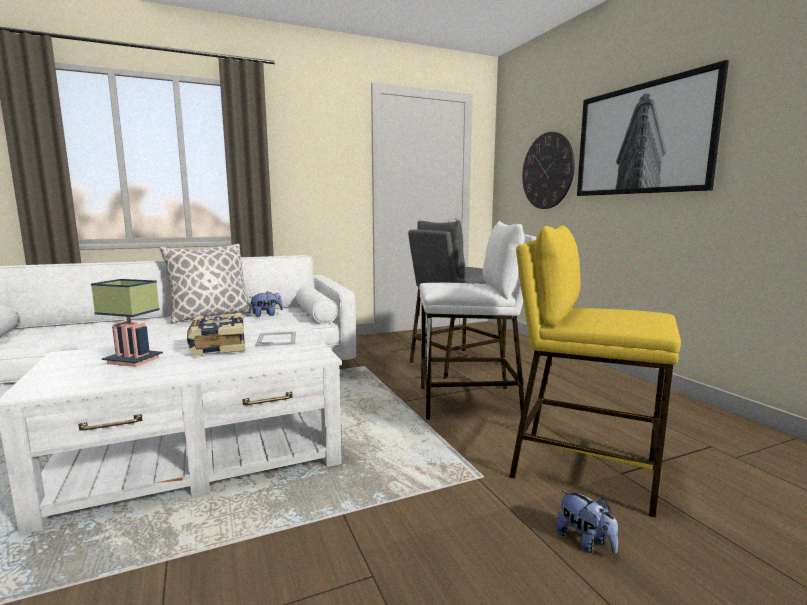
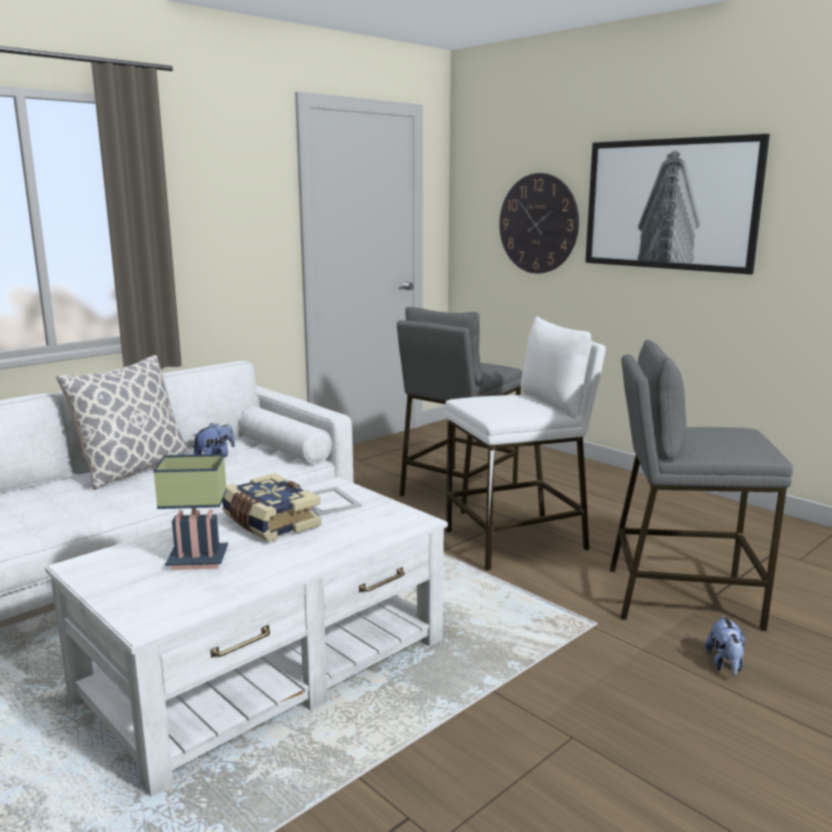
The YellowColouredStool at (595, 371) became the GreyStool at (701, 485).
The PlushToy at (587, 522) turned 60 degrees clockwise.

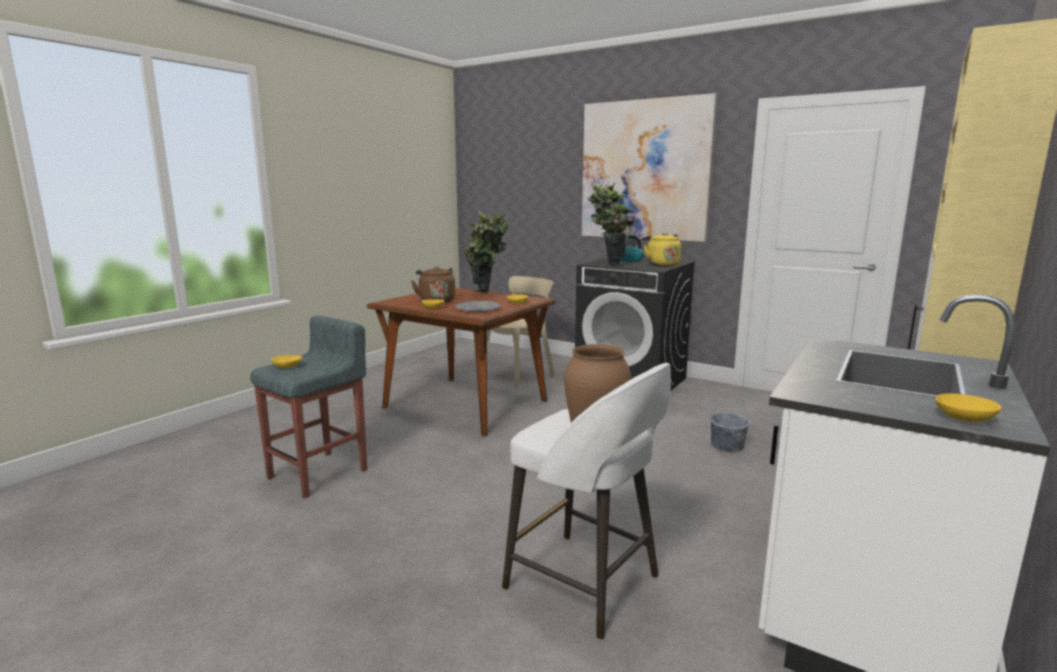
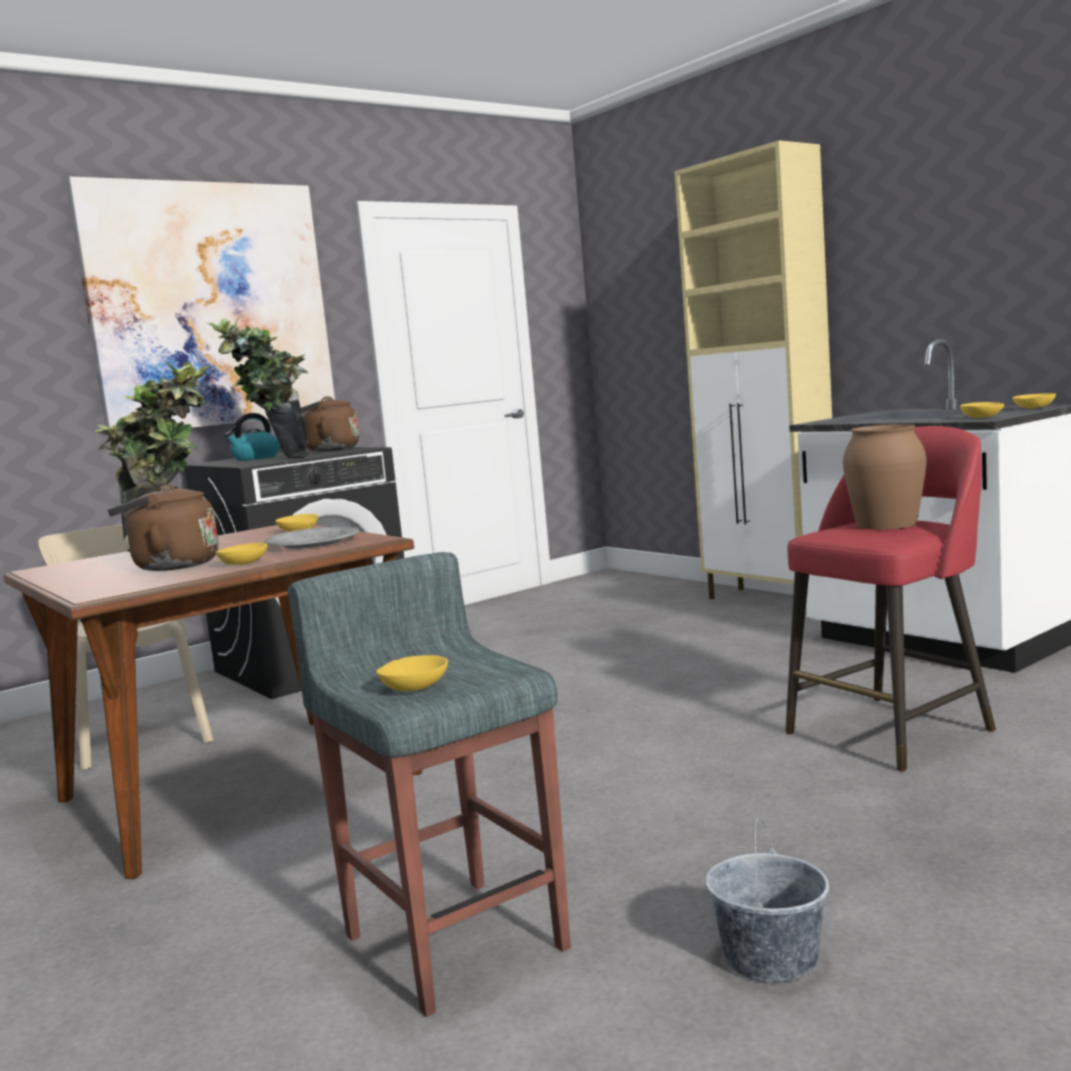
The YellowColouredTeaKettle at (661, 249) became the BrownColouredTeaKettle at (330, 424).
The WhitishStool at (586, 501) became the ReddishStool at (890, 599).
The GreyBucket moved from (729, 425) to (767, 900).
The YellowColouredServingBowl at (982, 410) appeared.

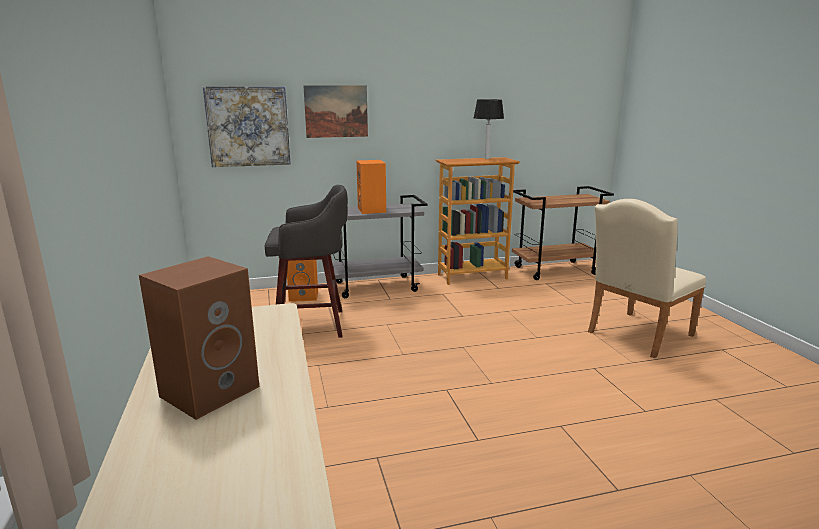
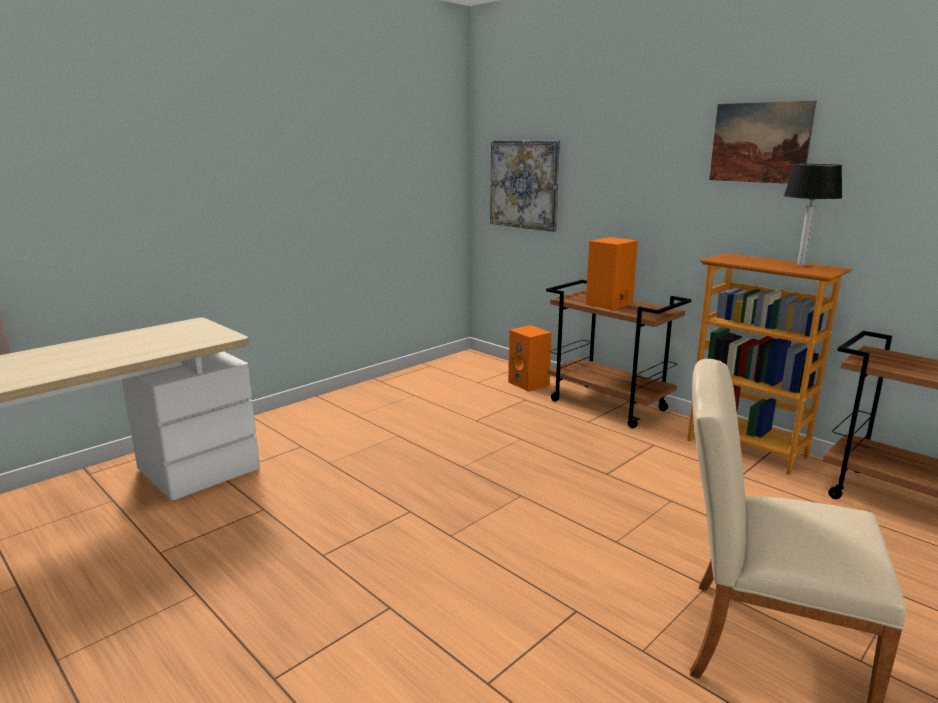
The WallPicture moved from (335, 111) to (762, 142).
The GreyStool at (306, 261) disappeared.
The GreyCart at (379, 246) became the BrownColouredCart at (618, 354).
The BrownColouredAudioSpeaker at (199, 338) disappeared.

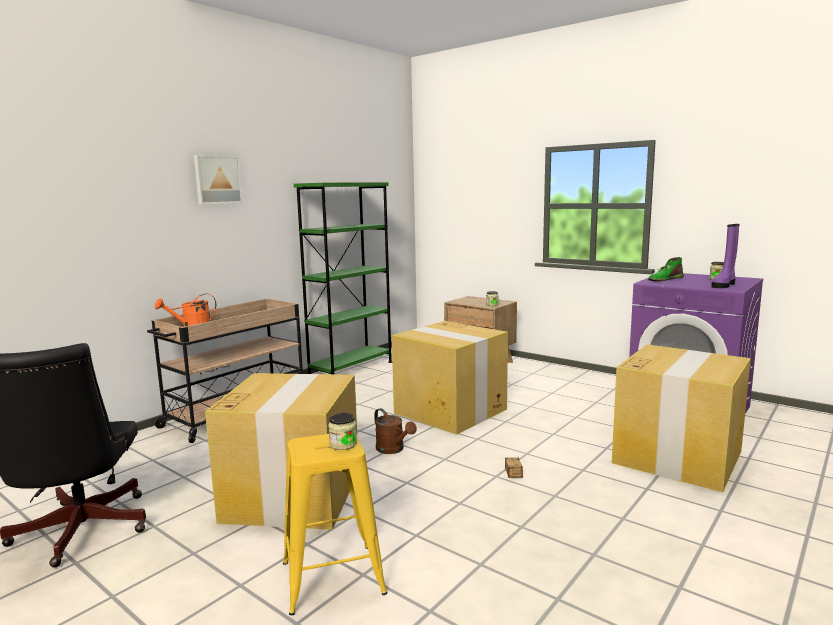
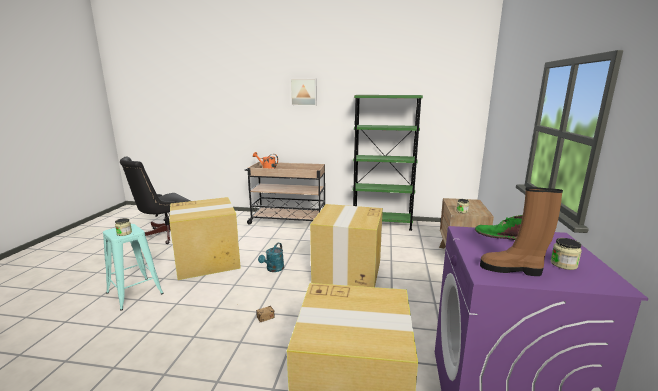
The PurpleBoot at (725, 256) became the BrownColouredBoot at (521, 231).
The BrownColouredWateringCan at (395, 431) became the BlueGreenWateringCan at (271, 257).
The YellowColouredStool at (335, 524) became the BlueGreenStool at (133, 267).

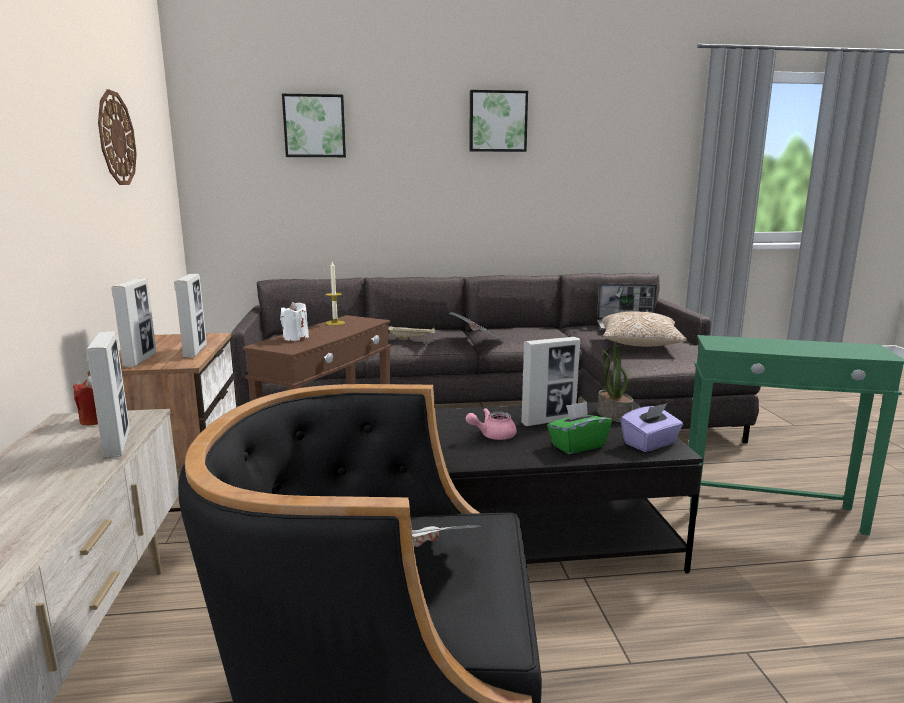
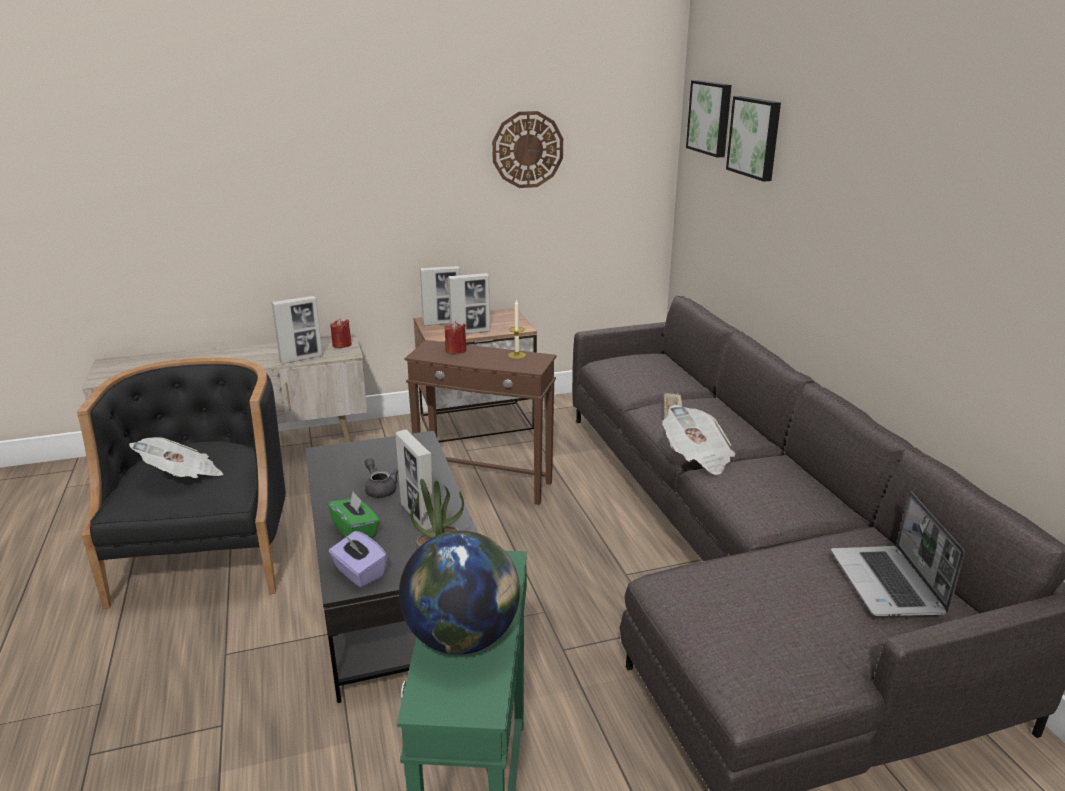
The WallPicture moved from (498, 121) to (708, 118).
The WhitishCandle at (294, 321) became the ReddishCandle at (455, 337).
The ThrowPillow at (644, 329) disappeared.
The PinkPotForTea at (491, 424) became the GreyPotForTea at (381, 478).
The DeskGlobe at (459, 592) appeared.

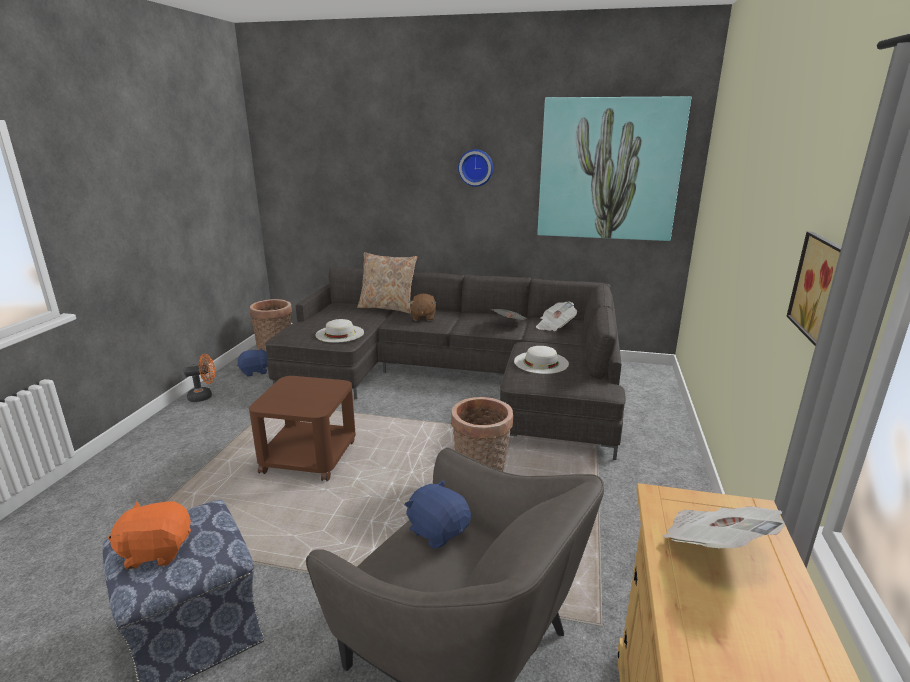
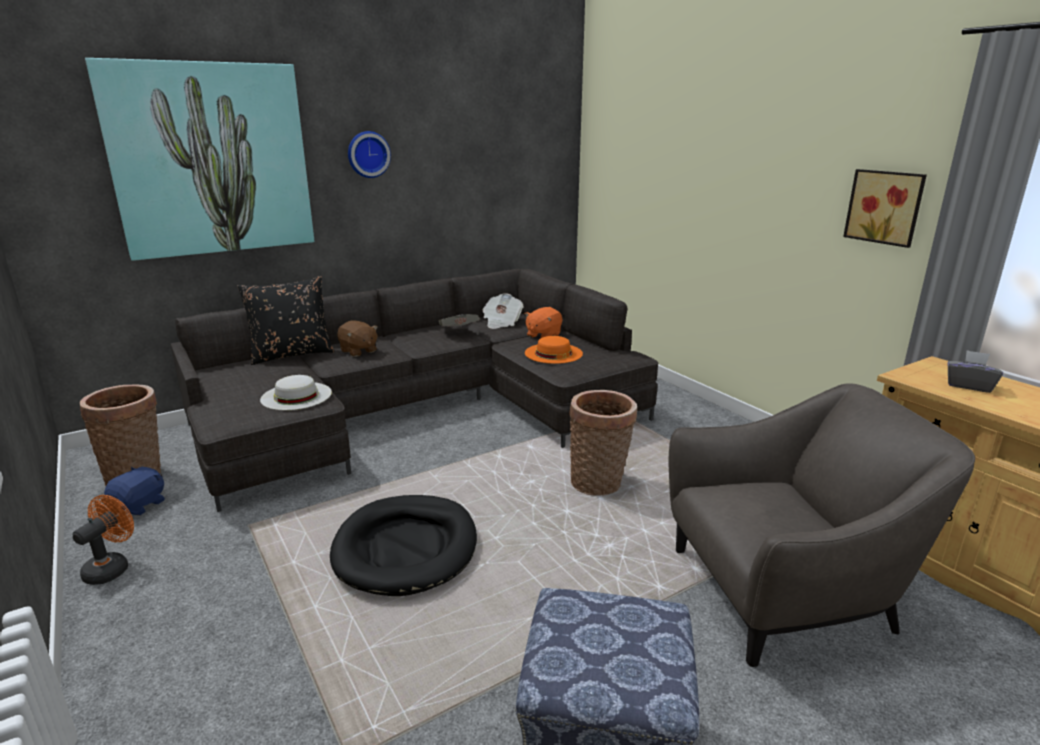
The WallPicture moved from (614, 168) to (199, 159).
The SandColouredThrowPillow at (387, 283) became the BlackColouredThrowPillow at (286, 320).
The WhitishHat at (541, 360) became the OrangeColouredHat at (554, 350).
The BrownColouredAccentTable at (302, 429) was replaced by the BlackColouredPetBed at (403, 545).
The BluishPlushToy at (438, 514) disappeared.
The OrangeColouredPlushToy moved from (149, 535) to (543, 322).
The Newspaper at (724, 527) was replaced by the GreyTissueBox at (975, 371).

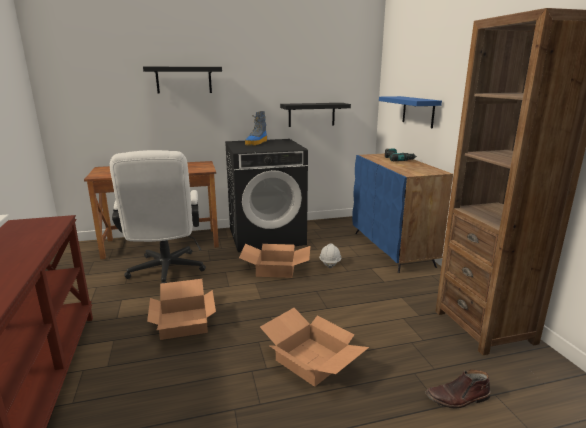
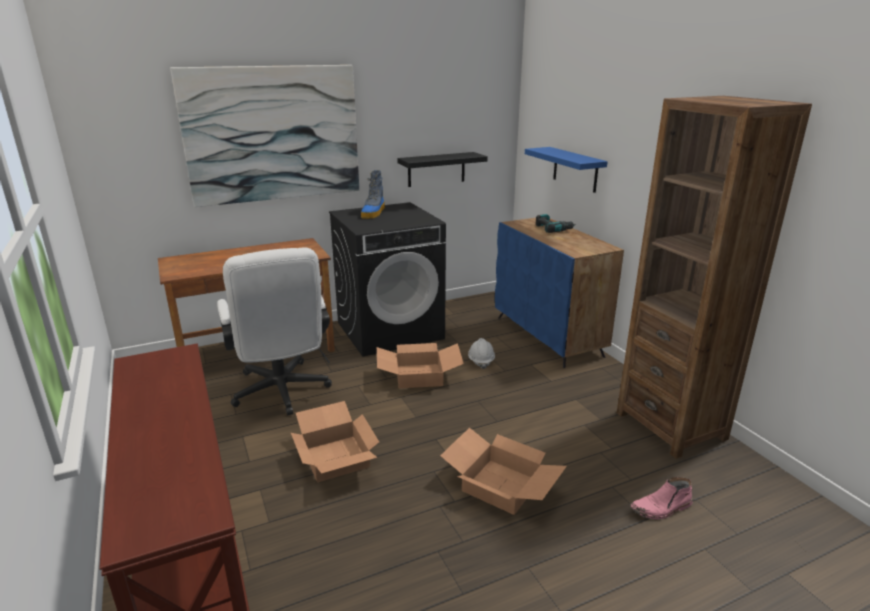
The BlackColouredBracketShelf at (182, 80) was replaced by the WallPicture at (264, 136).
The BrownColouredBoot at (458, 389) became the PinkBoot at (661, 498).

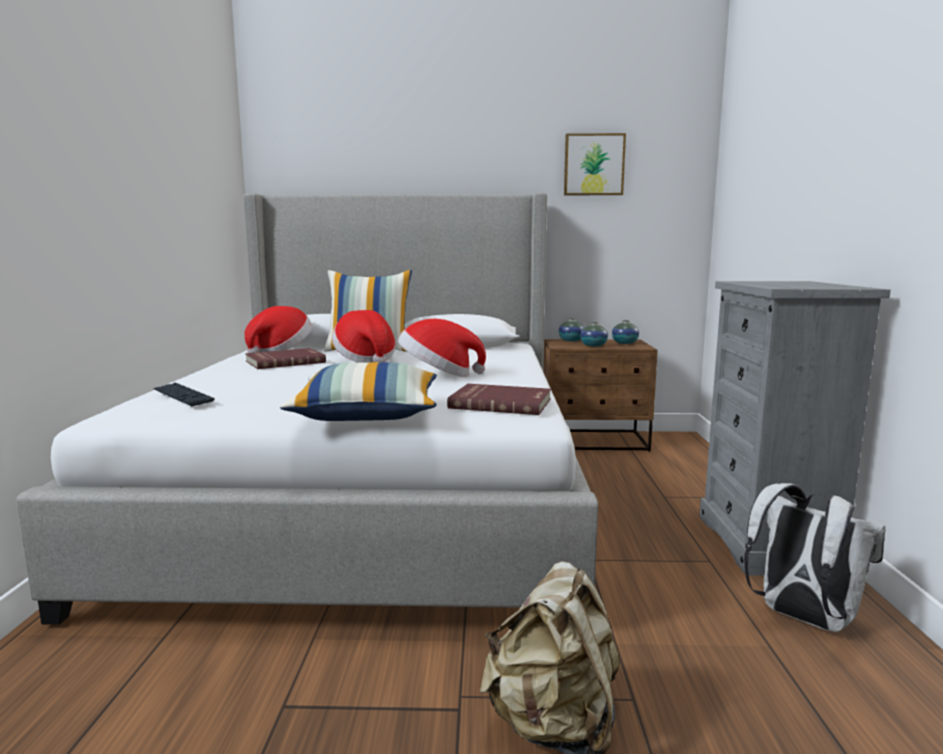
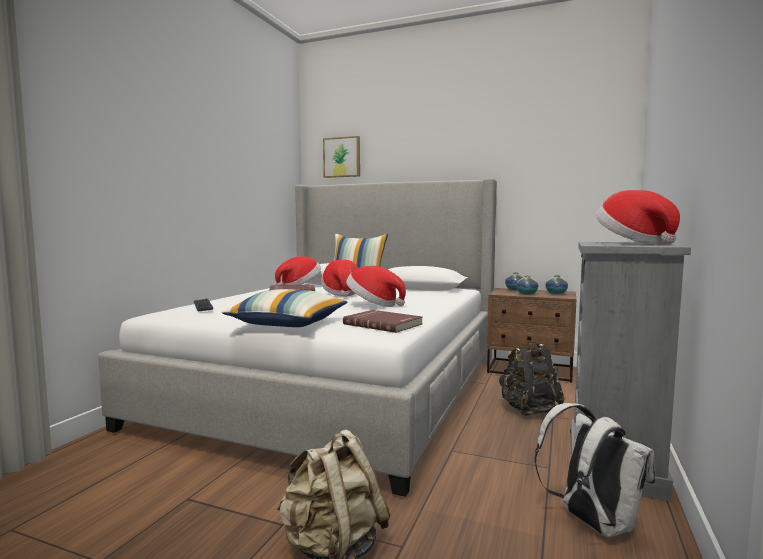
The WallPicture moved from (595, 164) to (341, 157).
The Hat at (638, 217) appeared.
The BlackColouredBackpack at (532, 378) appeared.

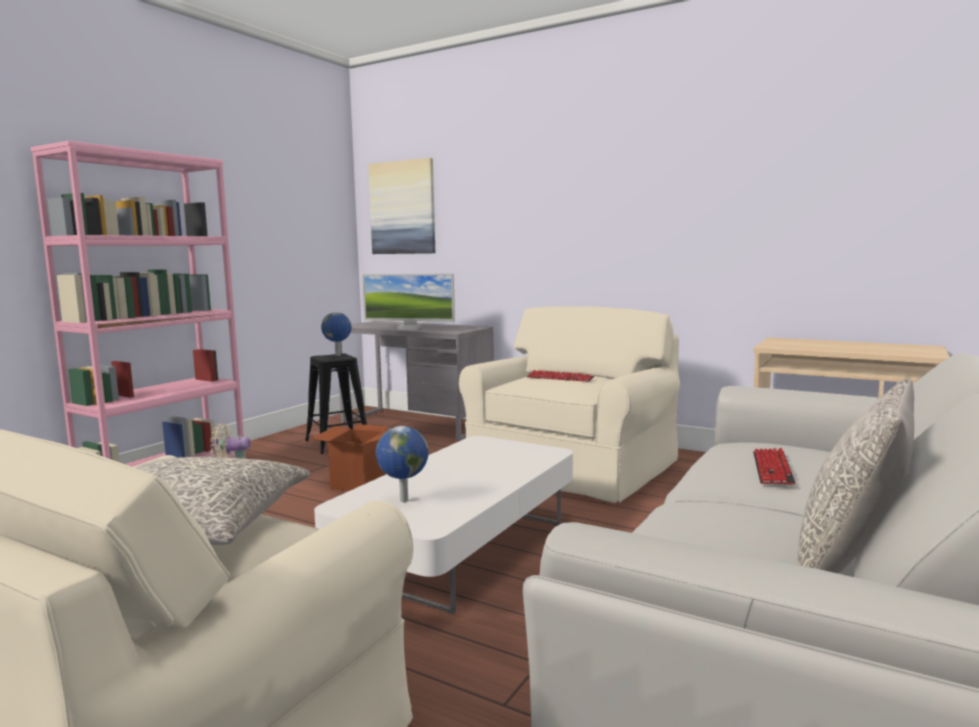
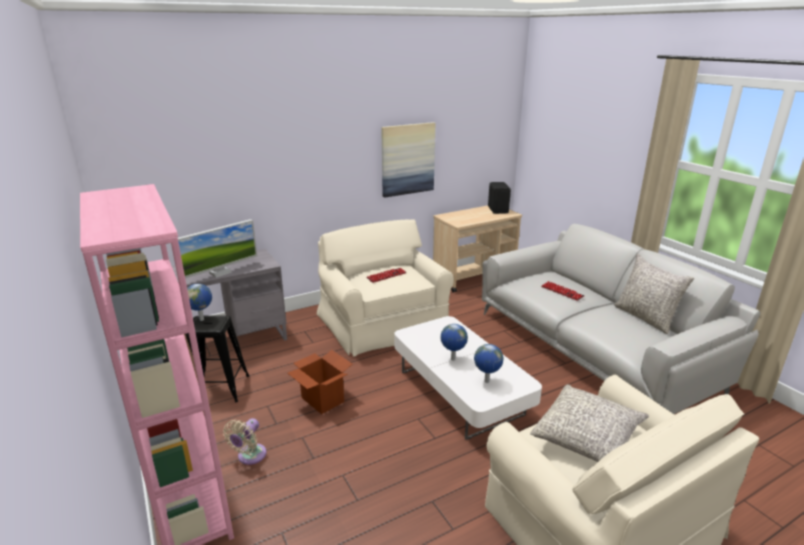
The WallPicture moved from (401, 206) to (408, 160).
The BlackColouredAudioSpeaker at (499, 198) appeared.
The DeskGlobe at (454, 342) appeared.

